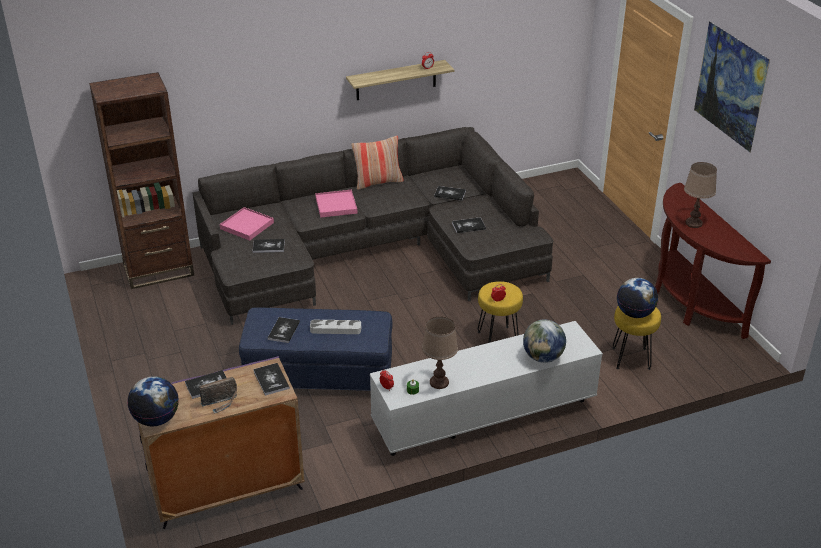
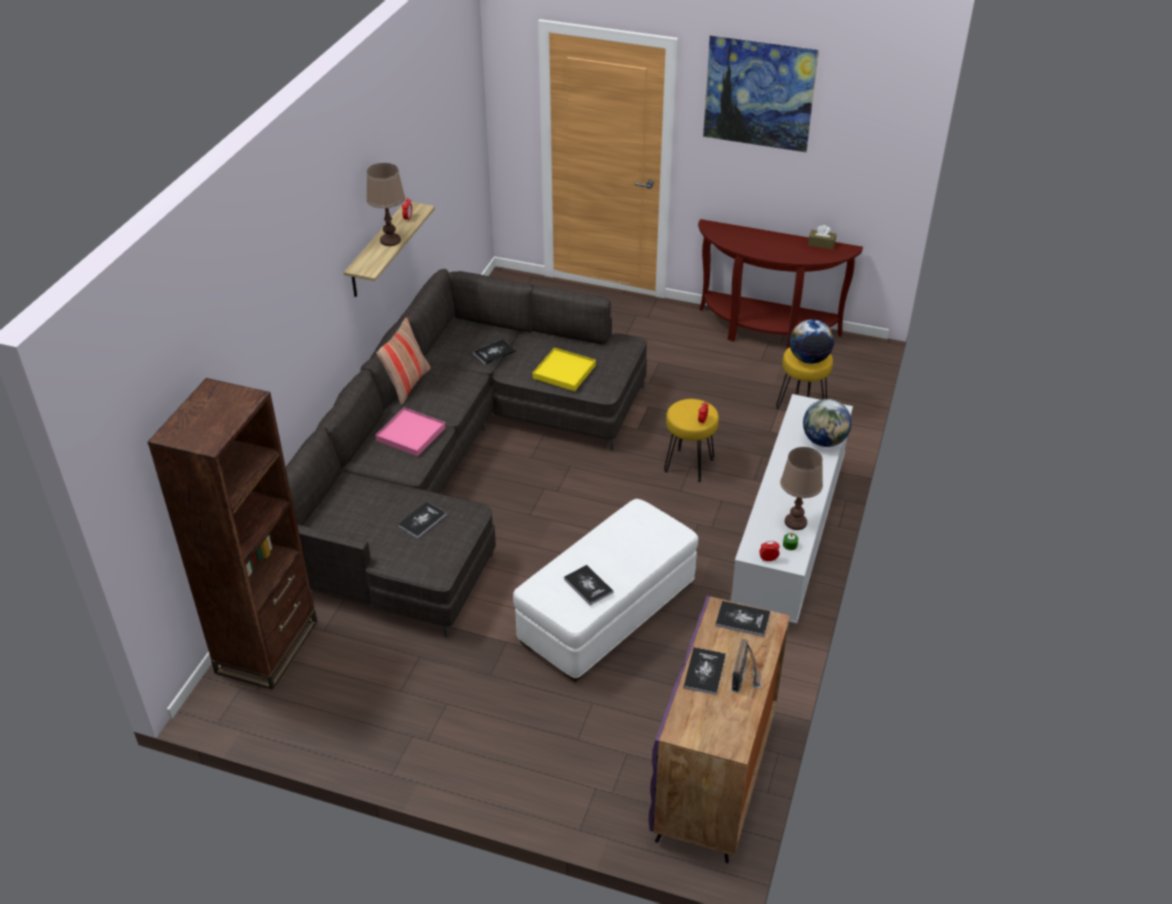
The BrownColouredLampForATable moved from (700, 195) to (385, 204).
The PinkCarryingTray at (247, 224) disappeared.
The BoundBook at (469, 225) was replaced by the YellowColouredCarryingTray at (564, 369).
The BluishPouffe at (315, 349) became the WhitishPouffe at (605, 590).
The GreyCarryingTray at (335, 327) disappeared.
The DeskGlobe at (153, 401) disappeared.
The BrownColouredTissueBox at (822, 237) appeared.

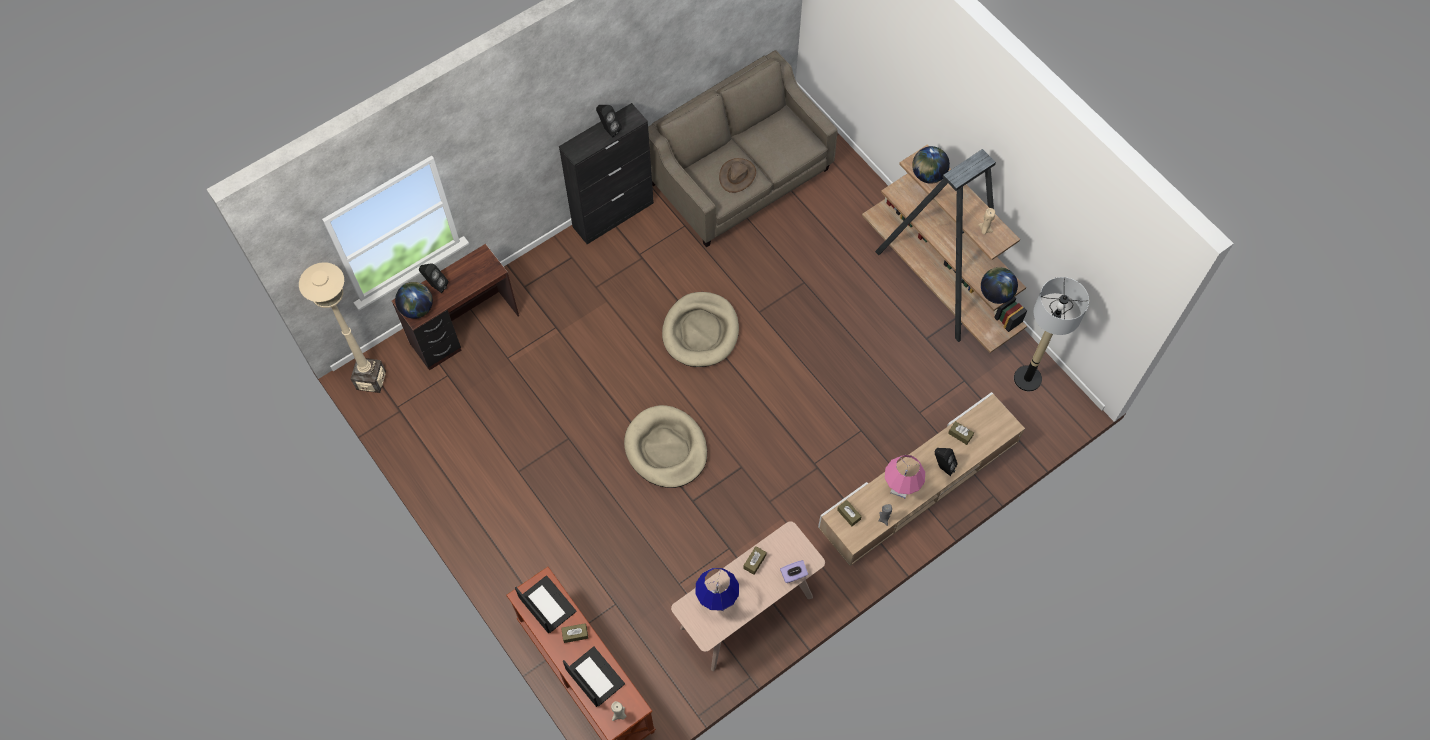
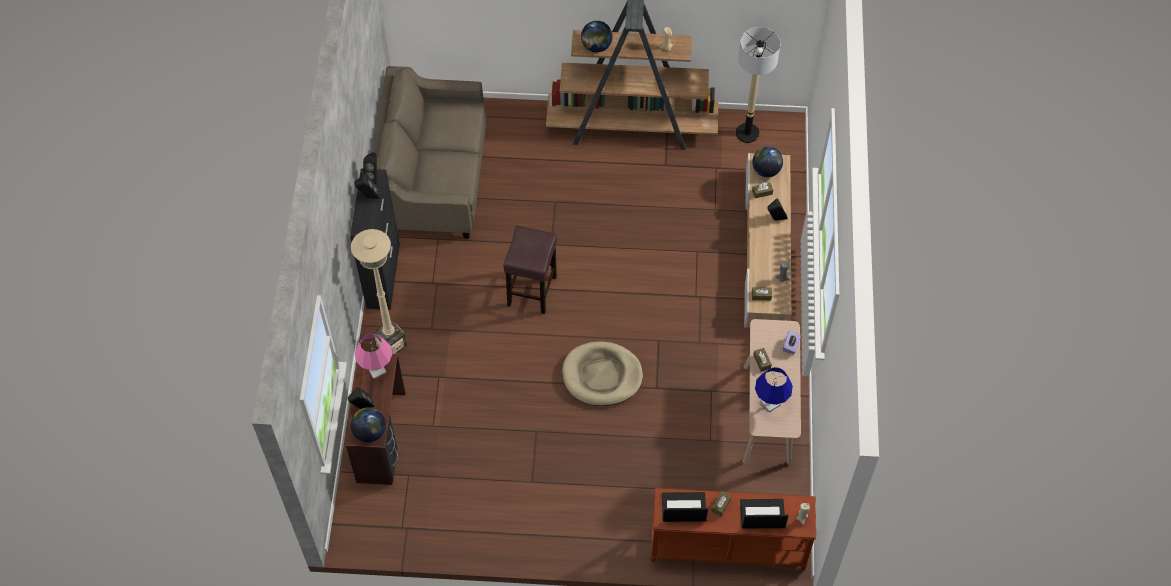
The BrownColouredHat at (737, 175) disappeared.
The SandColouredFloorLamp moved from (342, 327) to (379, 291).
The DeskGlobe moved from (999, 285) to (767, 162).
The SandColouredPetBed at (700, 329) was replaced by the BrownColouredStool at (530, 270).
The PinkLampForATable moved from (905, 476) to (373, 356).
The BlackColouredAudioSpeaker at (370, 168) appeared.

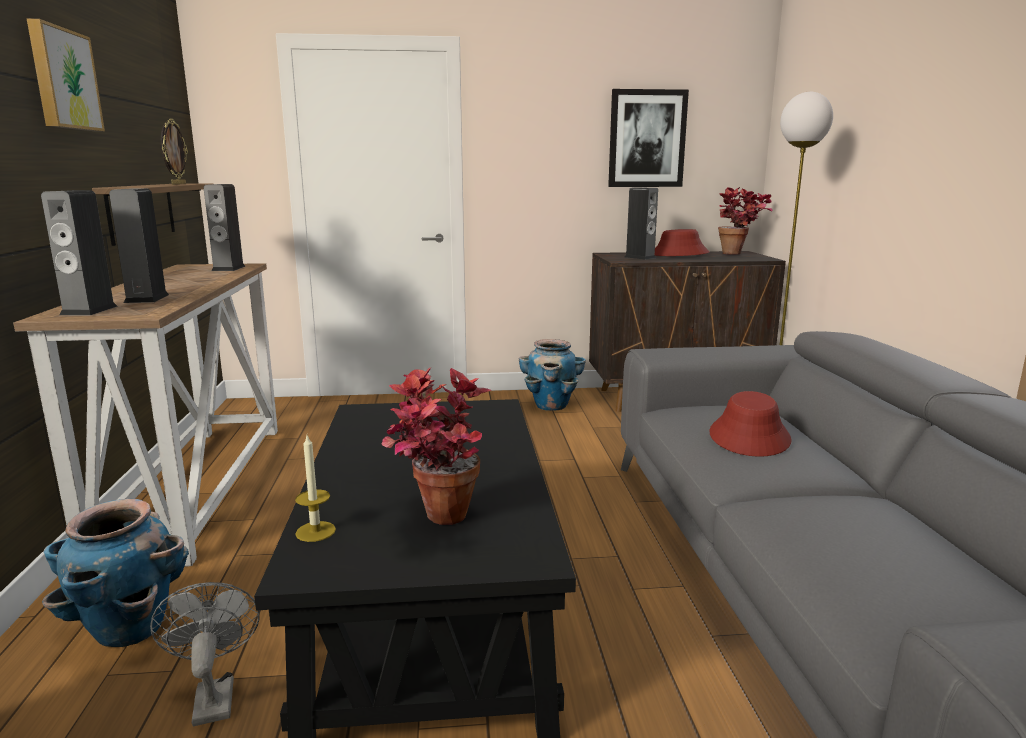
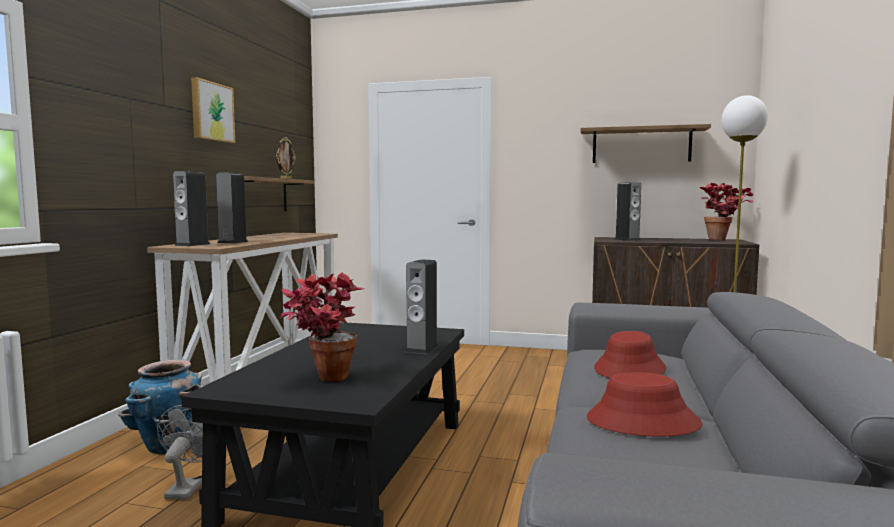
The WallPicture at (648, 138) was replaced by the BracketShelf at (645, 143).
The AudioSpeaker moved from (225, 227) to (422, 307).
The ReddishHat moved from (682, 242) to (645, 404).
The Planter at (552, 375) disappeared.
The Candle at (315, 489) disappeared.

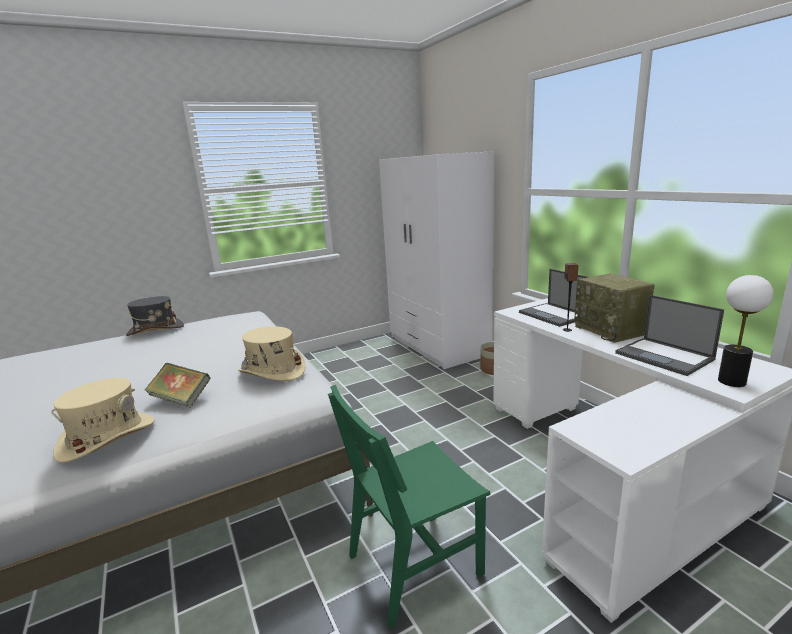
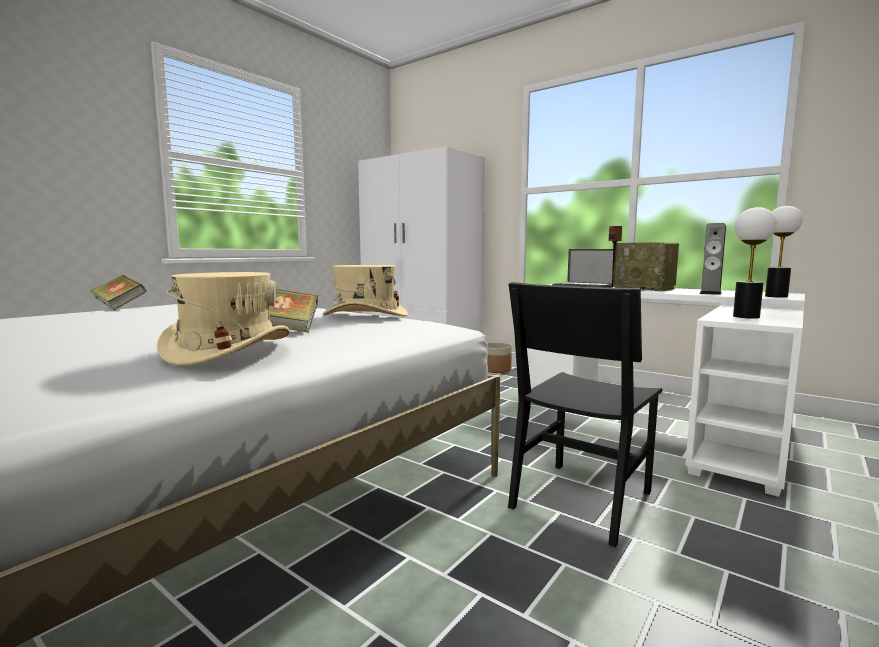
The NotebookComputer at (669, 335) was replaced by the AudioSpeaker at (713, 259).
The GreyHat at (155, 316) was replaced by the BoundBook at (118, 292).
The GreenColouredUprightChair at (409, 507) became the BlackColouredUprightChair at (585, 414).
The LampForATable at (755, 263) appeared.

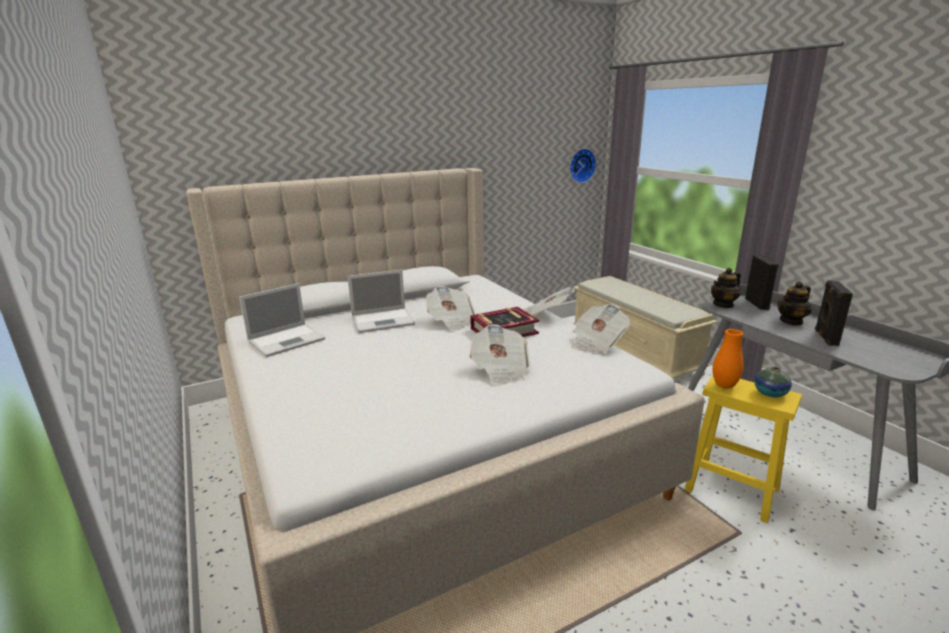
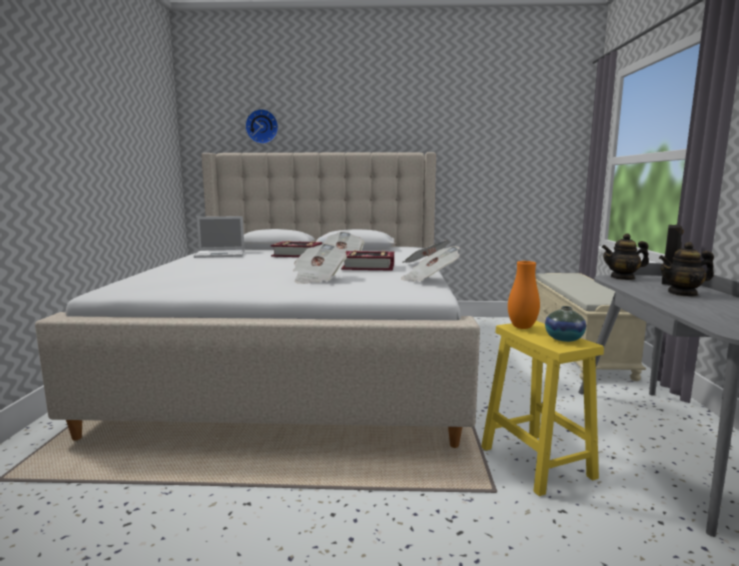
The HangingClock moved from (583, 165) to (261, 126).
The NotebookComputer at (381, 301) was replaced by the BoundBook at (296, 249).
The BlackColouredAudioSpeaker at (834, 313) disappeared.

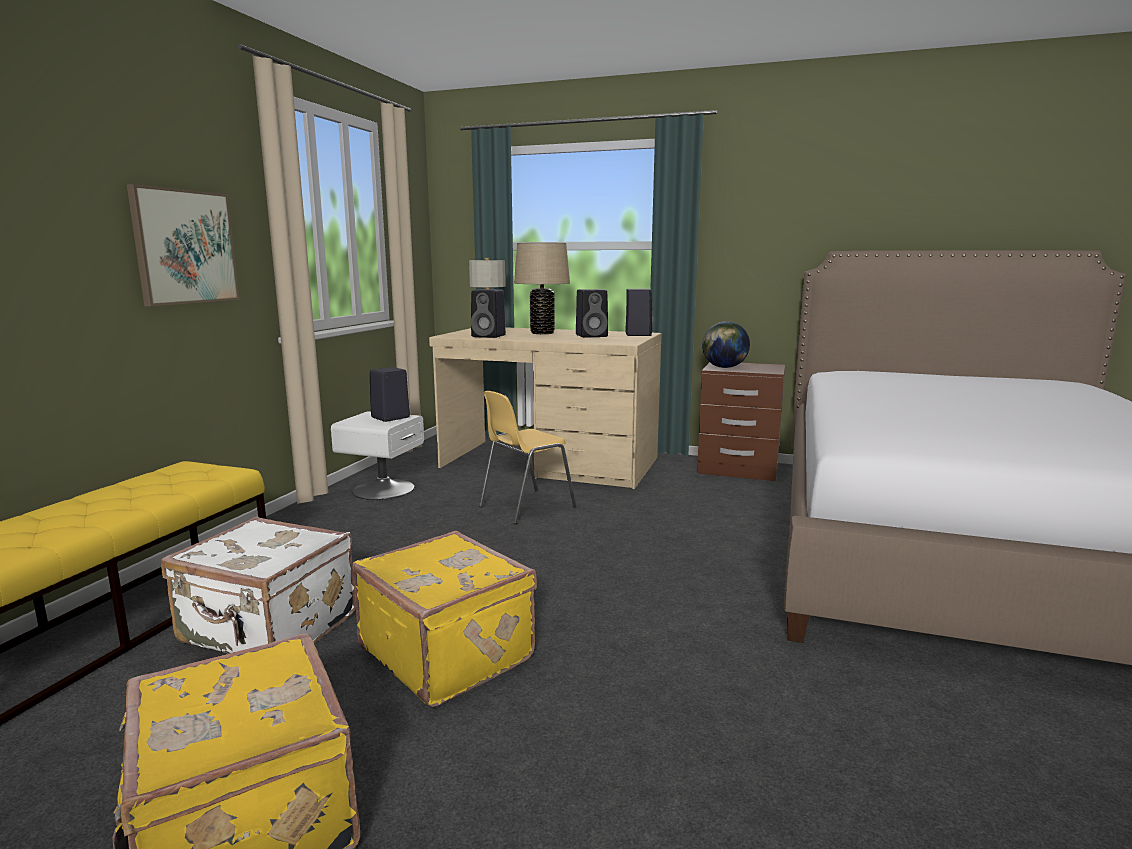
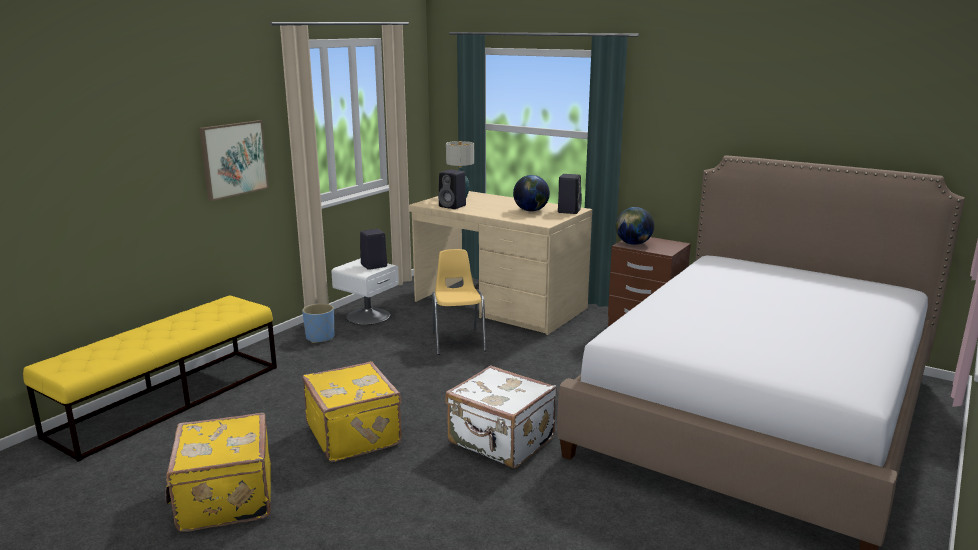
The SandColouredLampForATable at (542, 288) disappeared.
The BlackColouredAudioSpeaker at (592, 313) was replaced by the DeskGlobe at (531, 193).
The YellowColouredUprightChair at (527, 457) turned 105 degrees clockwise.
The WhitishTravelCase moved from (258, 585) to (501, 416).
The BluishPlanter at (318, 323) appeared.

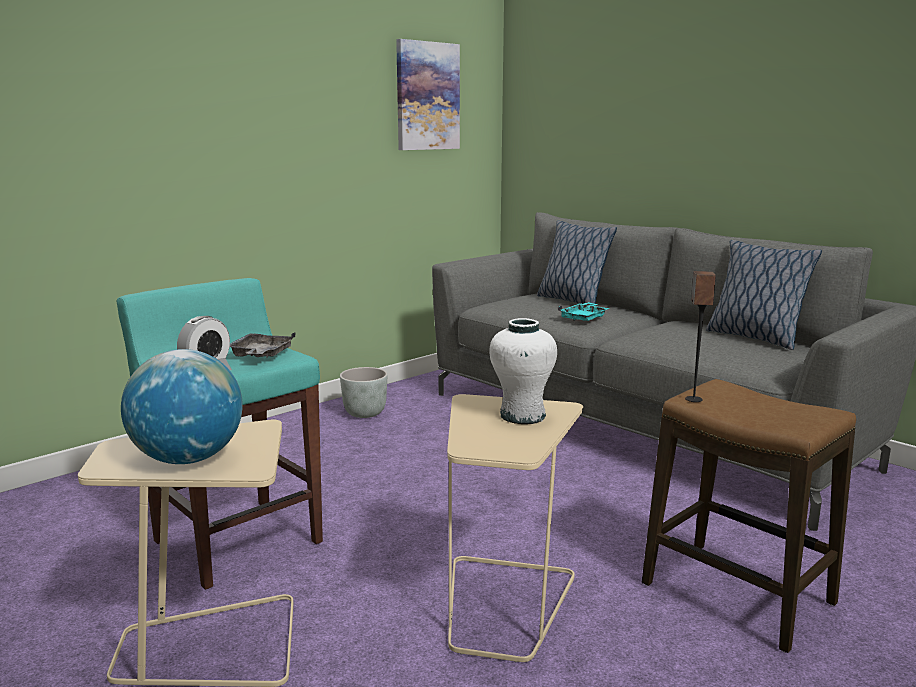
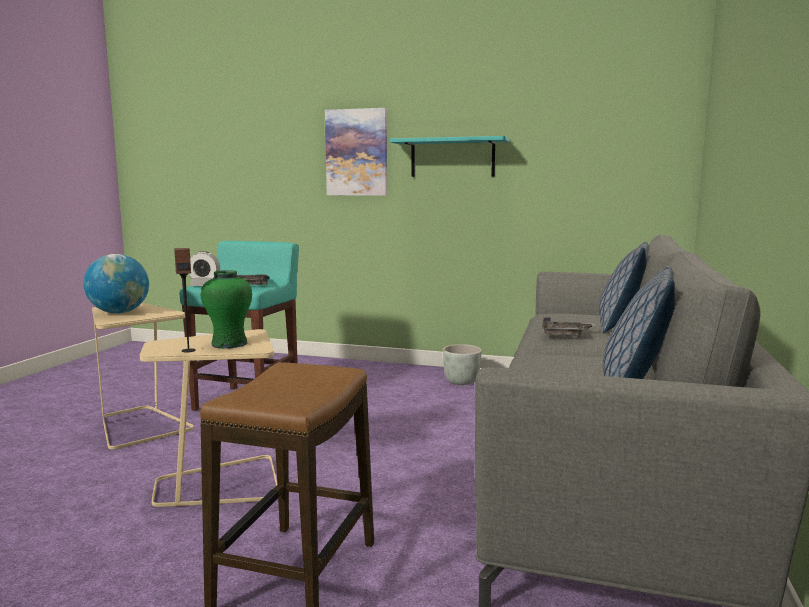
The WallPicture moved from (428, 94) to (356, 152).
The AudioSpeaker moved from (700, 336) to (185, 300).
The BlueGreenCarryingTray at (584, 311) became the GreyCarryingTray at (569, 327).
The WhitishFlowerVase at (523, 371) became the GreenColouredFlowerVase at (226, 309).
The BlueGreenBracketShelf at (450, 156) appeared.

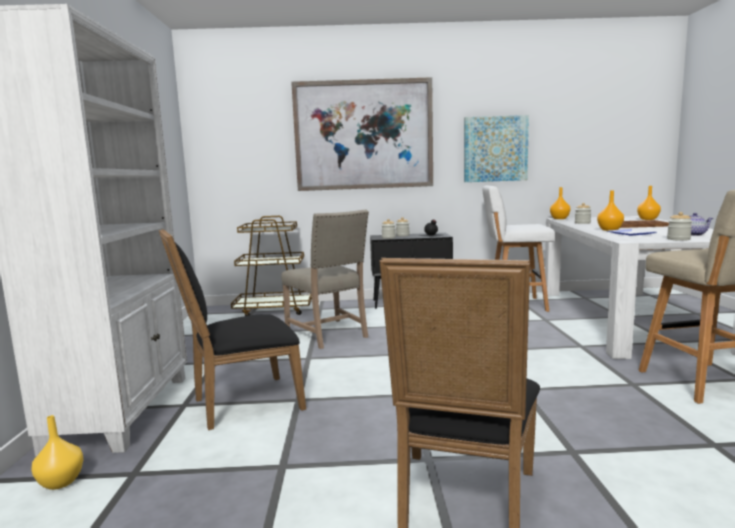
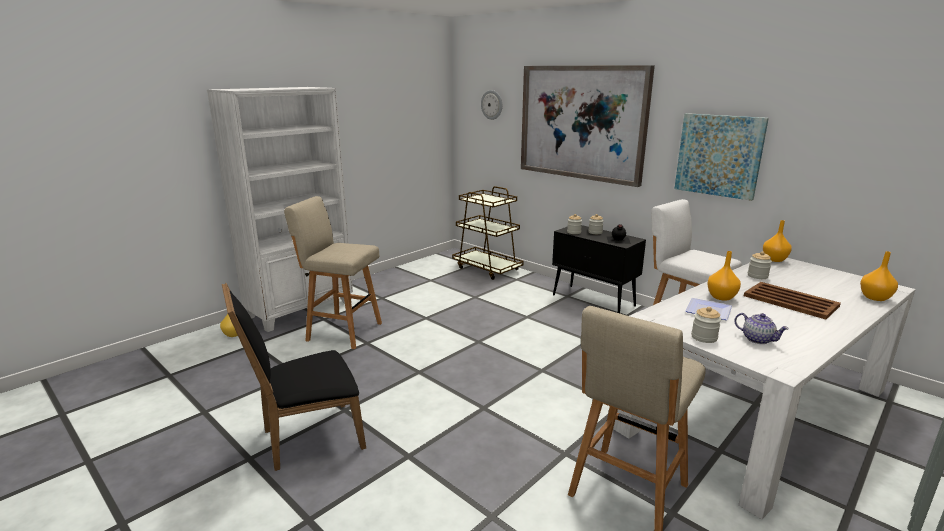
The SandColouredUprightChair at (325, 279) disappeared.
The BlackColouredUprightChair at (232, 329) was replaced by the SandColouredStool at (333, 272).
The HangingClock at (491, 105) appeared.

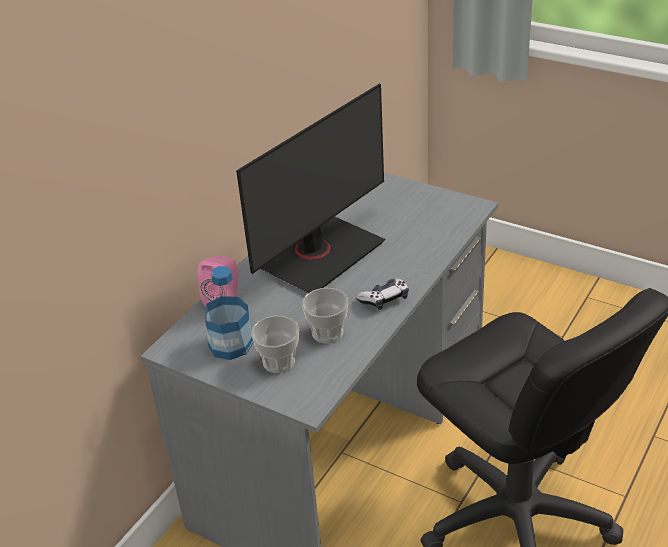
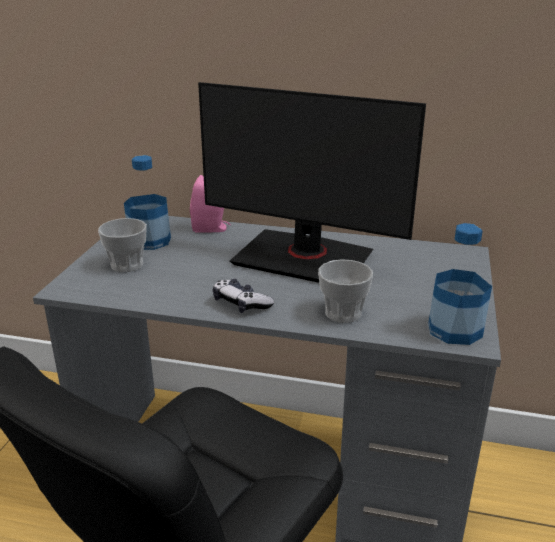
The Cup moved from (325, 315) to (345, 291).
The DrinkBottle at (460, 284) appeared.

